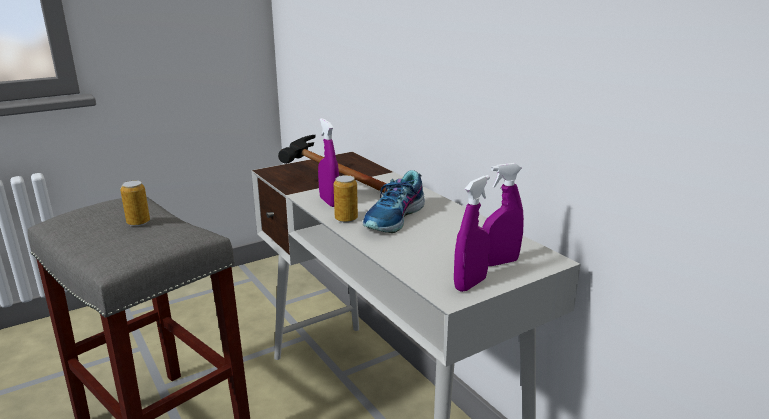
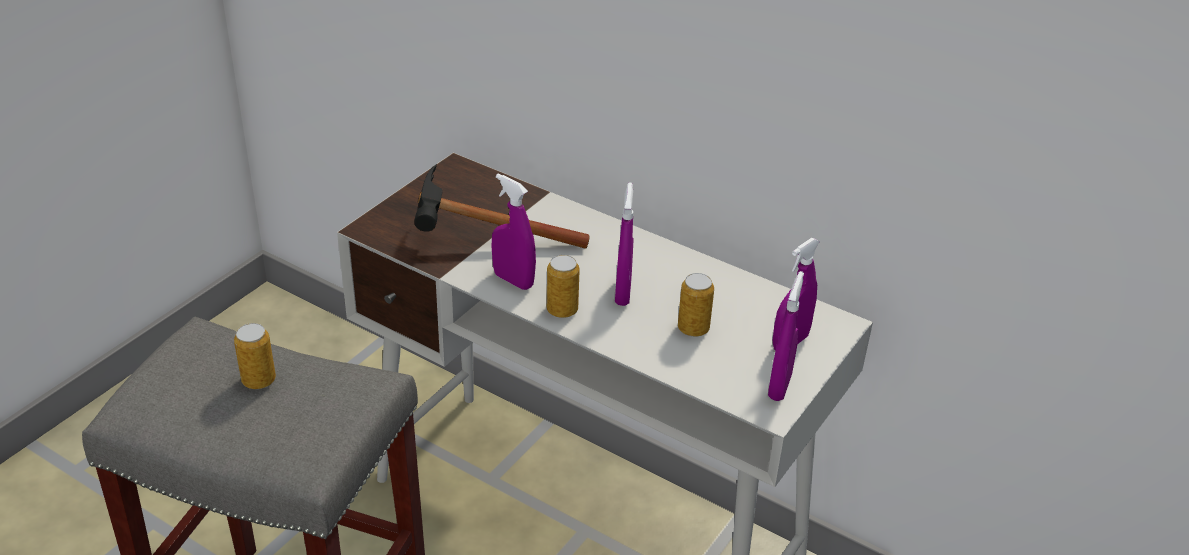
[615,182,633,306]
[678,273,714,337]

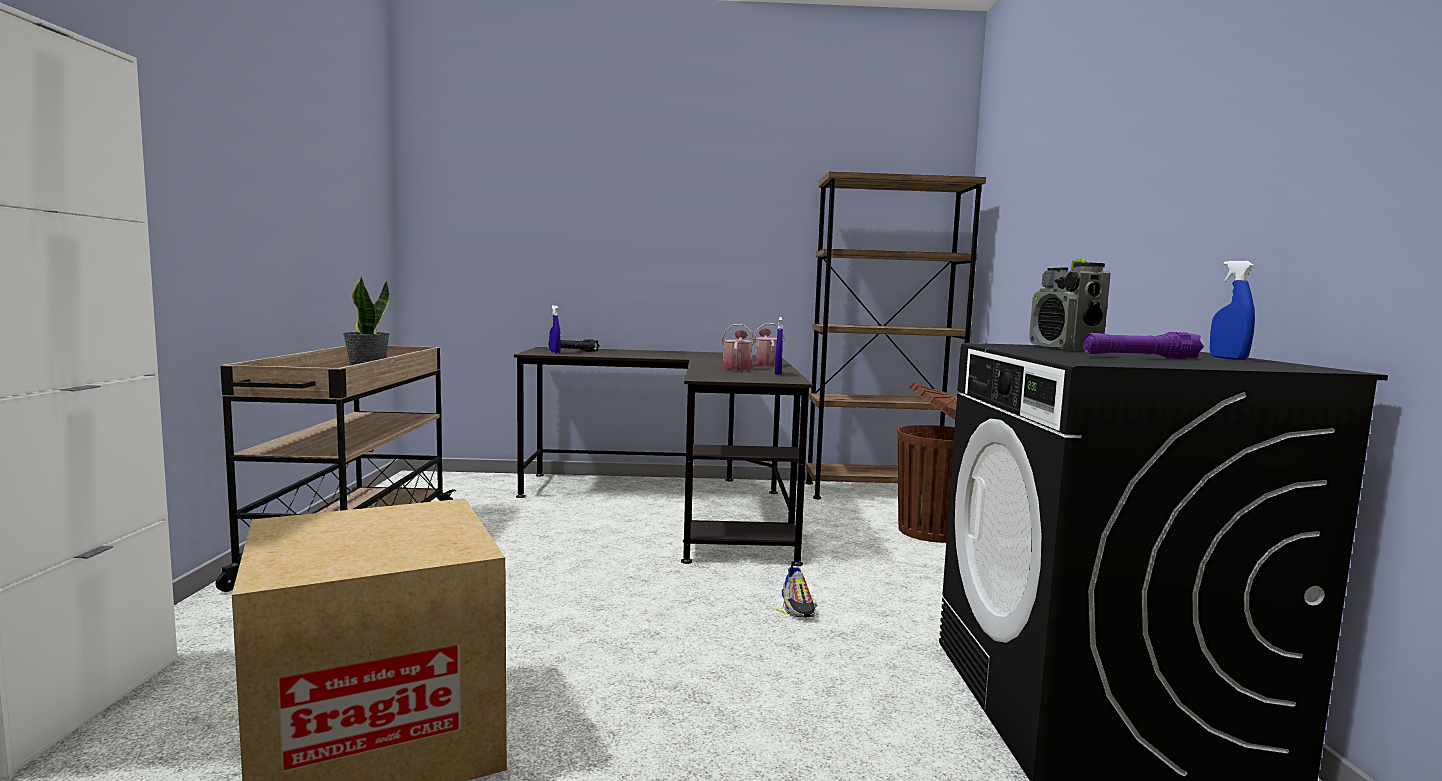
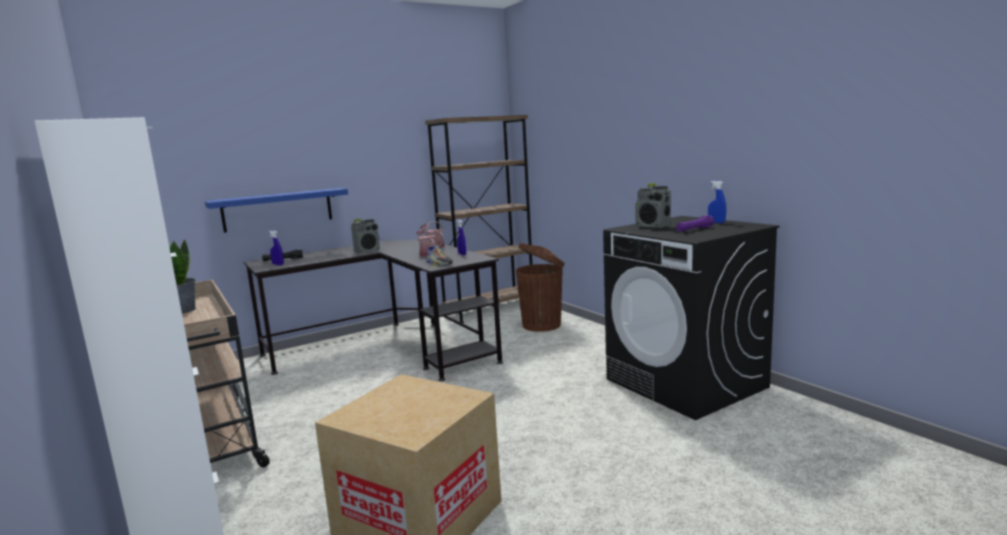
[426,245,453,267]
[205,188,348,233]
[351,219,380,253]

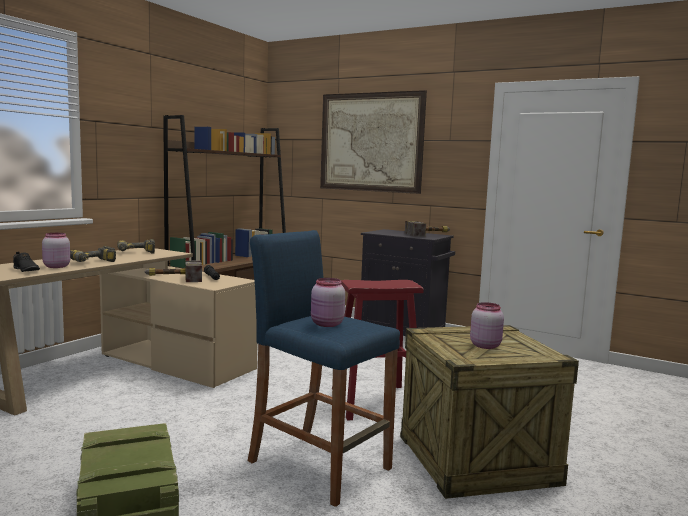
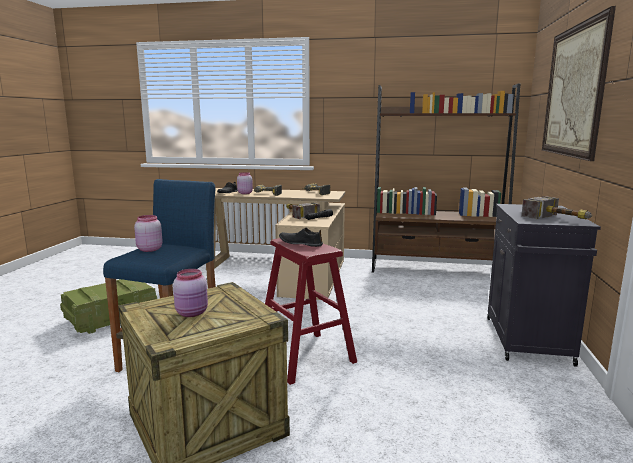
[279,227,323,247]

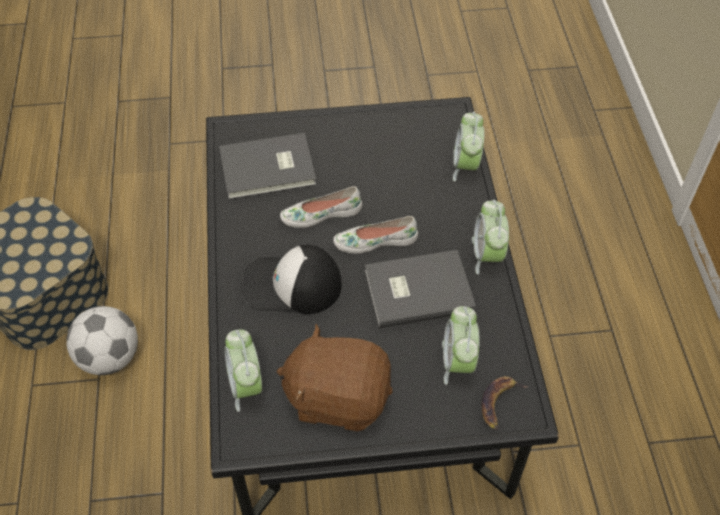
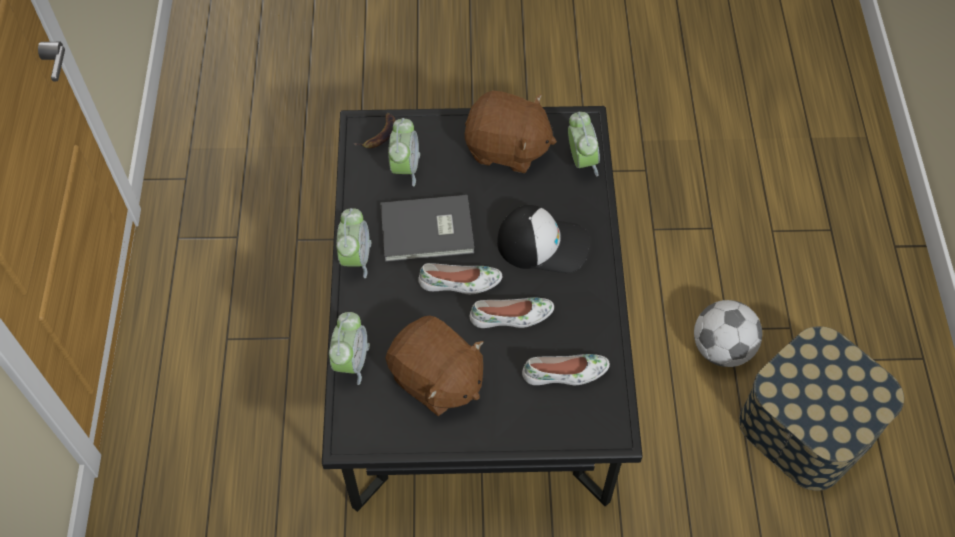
[522,354,610,385]
[385,315,484,416]

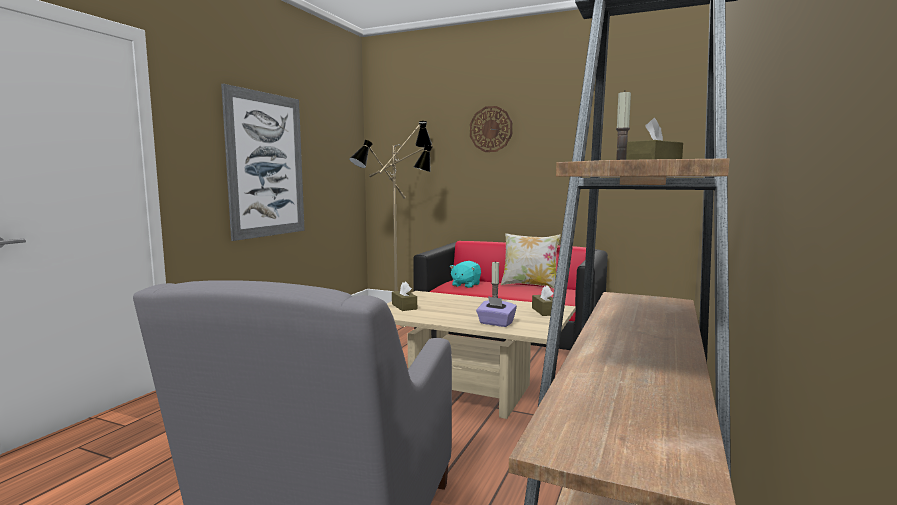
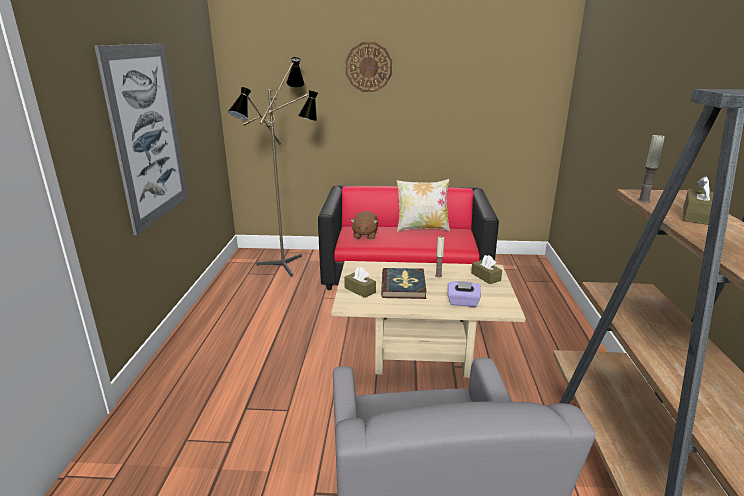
[351,211,378,240]
[381,268,427,299]

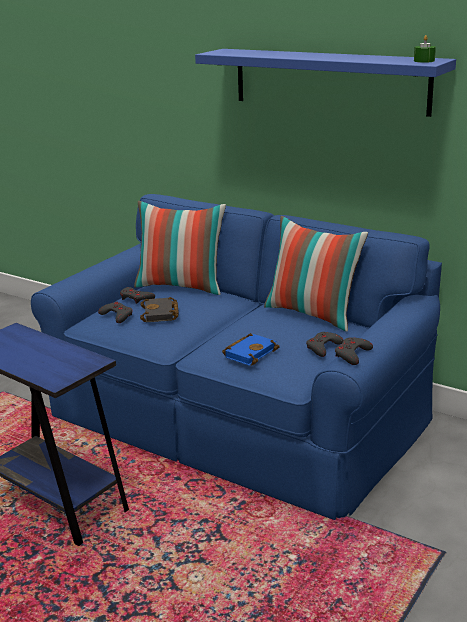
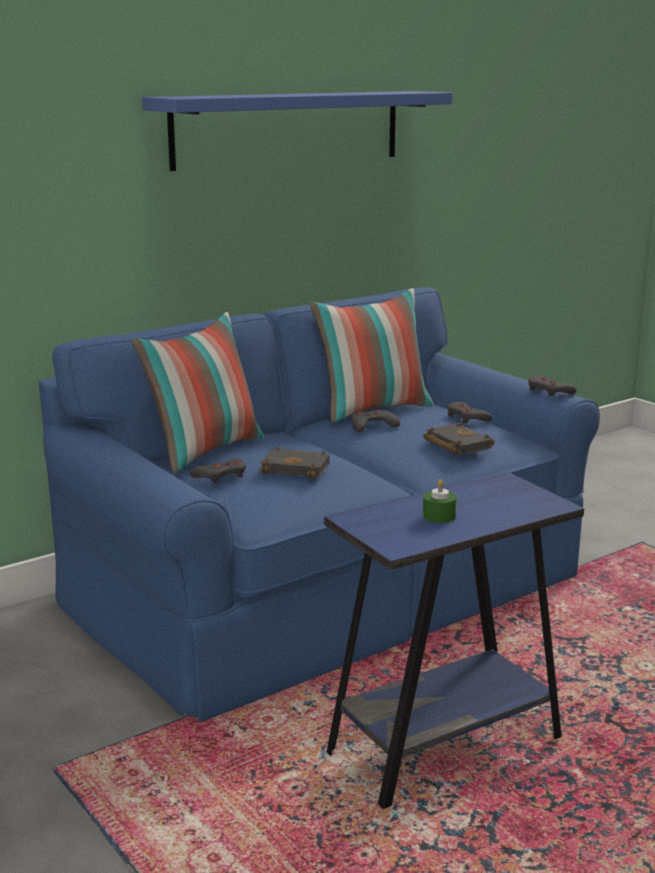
[351,410,400,432]
[423,422,495,456]
[423,479,457,523]

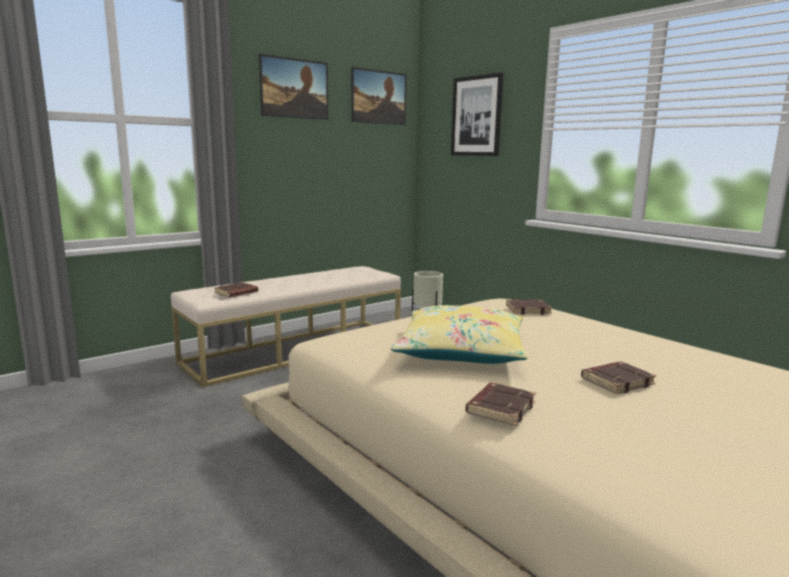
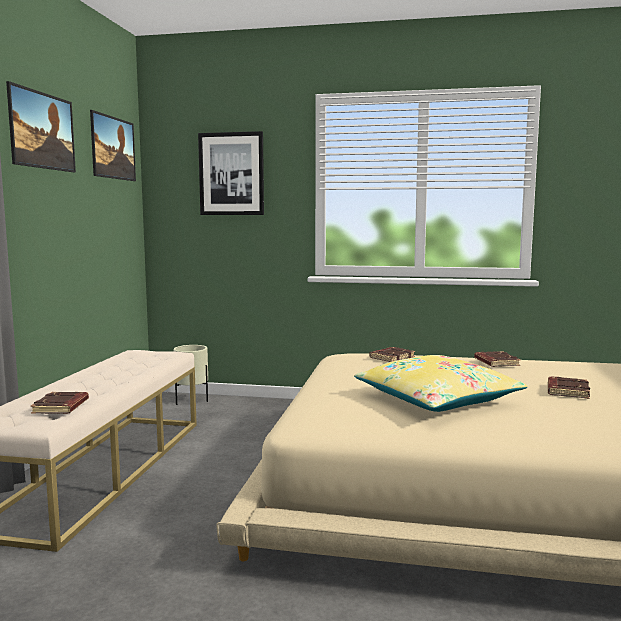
[474,351,520,367]

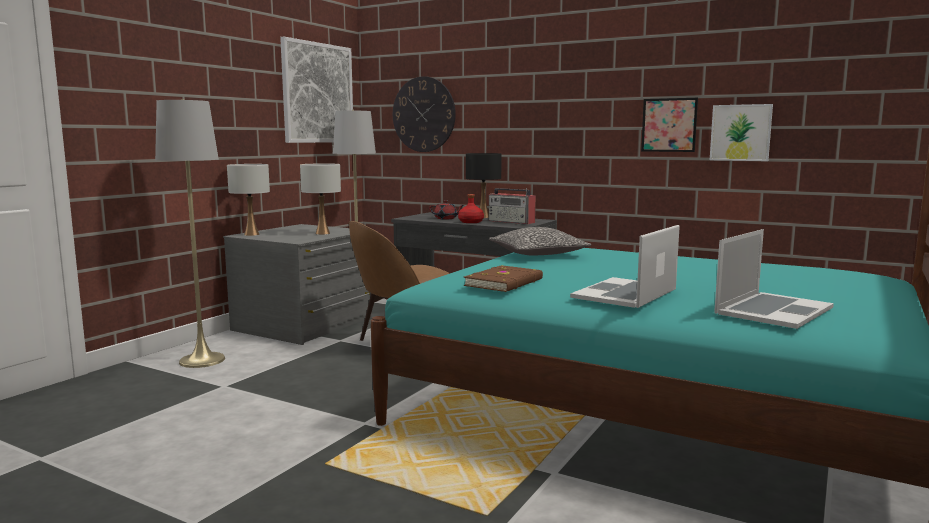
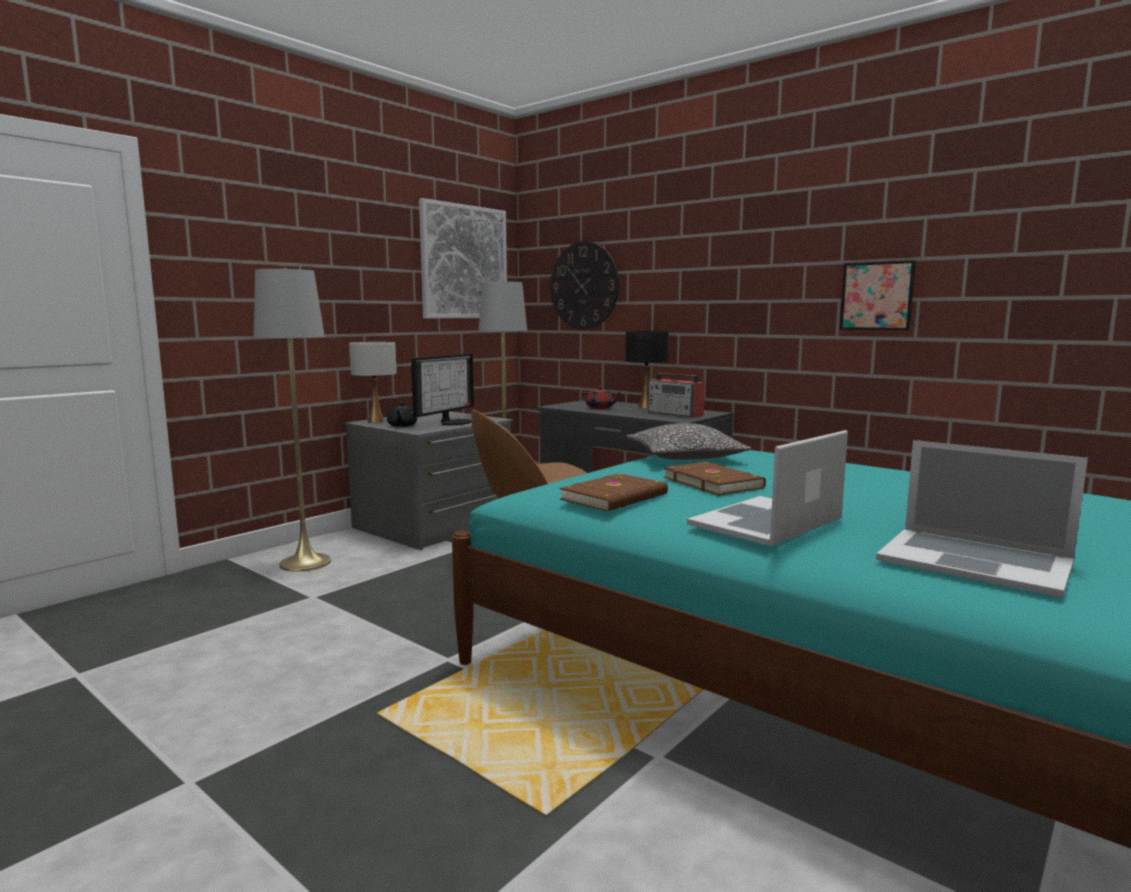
[411,354,474,425]
[458,194,484,223] (first image)
[710,104,773,161] (first image)
[876,440,1088,598]
[387,402,417,427]
[663,462,766,495]

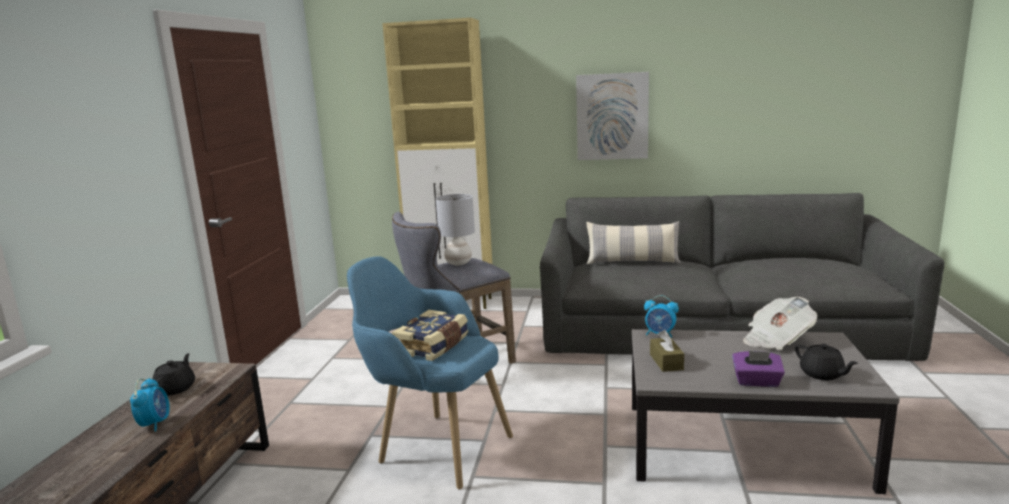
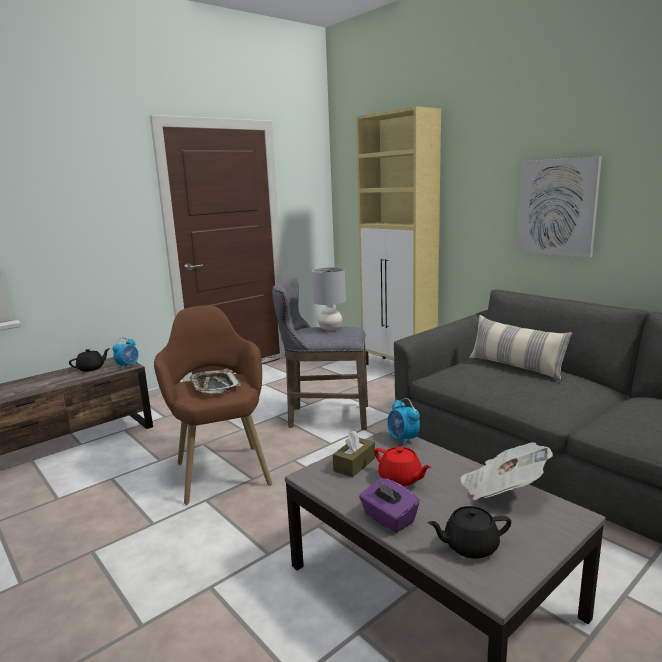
[112,338,139,369]
[154,306,272,505]
[189,370,241,393]
[427,506,511,559]
[374,447,431,486]

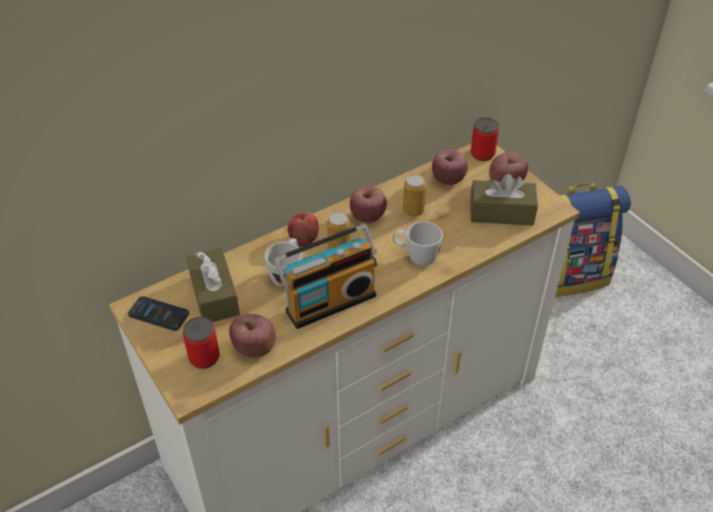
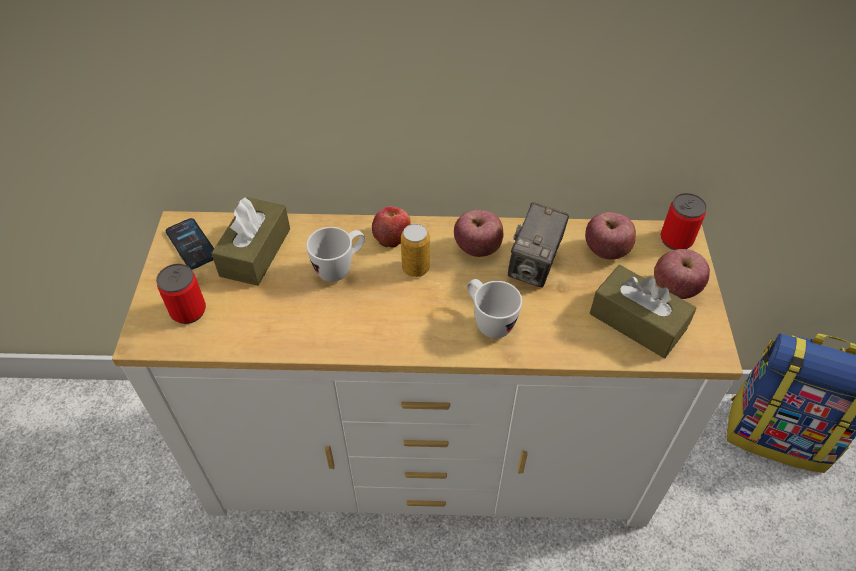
[229,314,276,357] (first image)
[274,224,377,329] (first image)
[508,202,569,288]

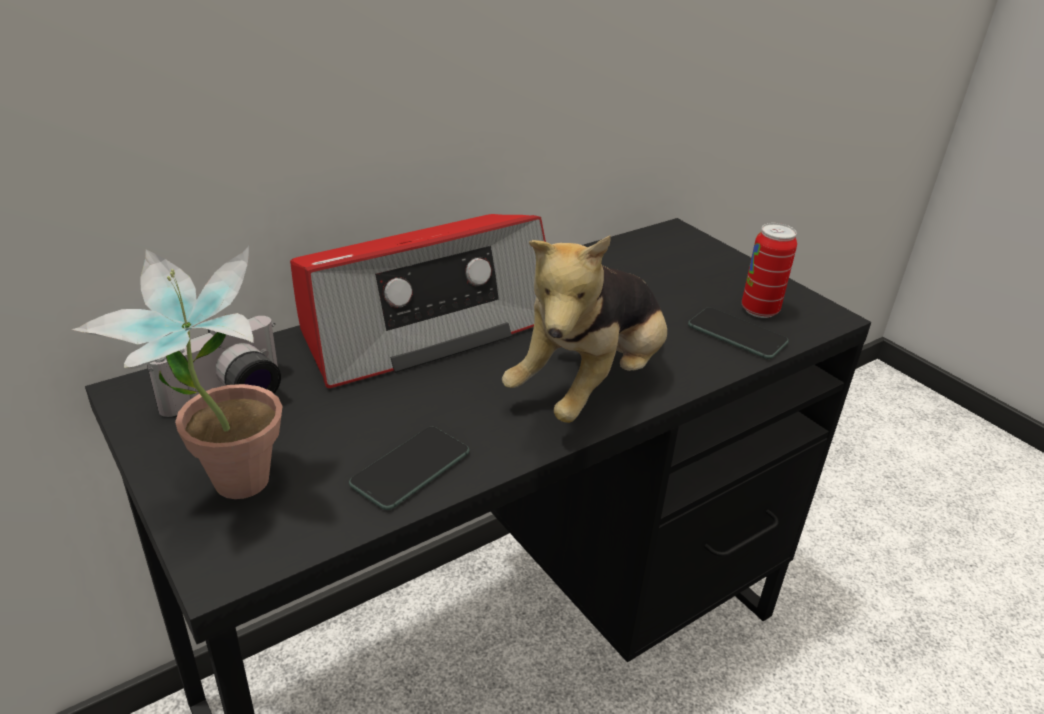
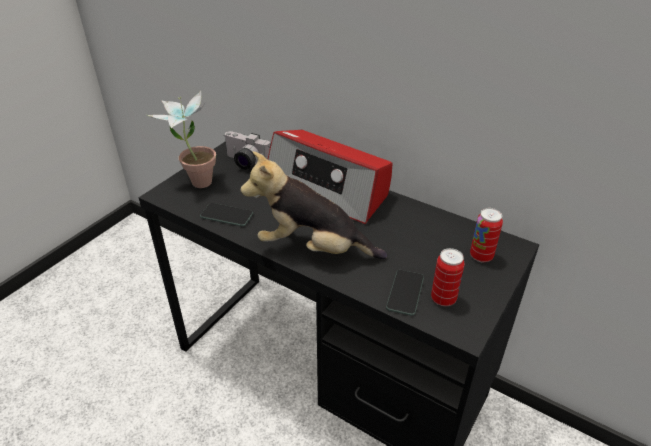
[470,208,503,262]

